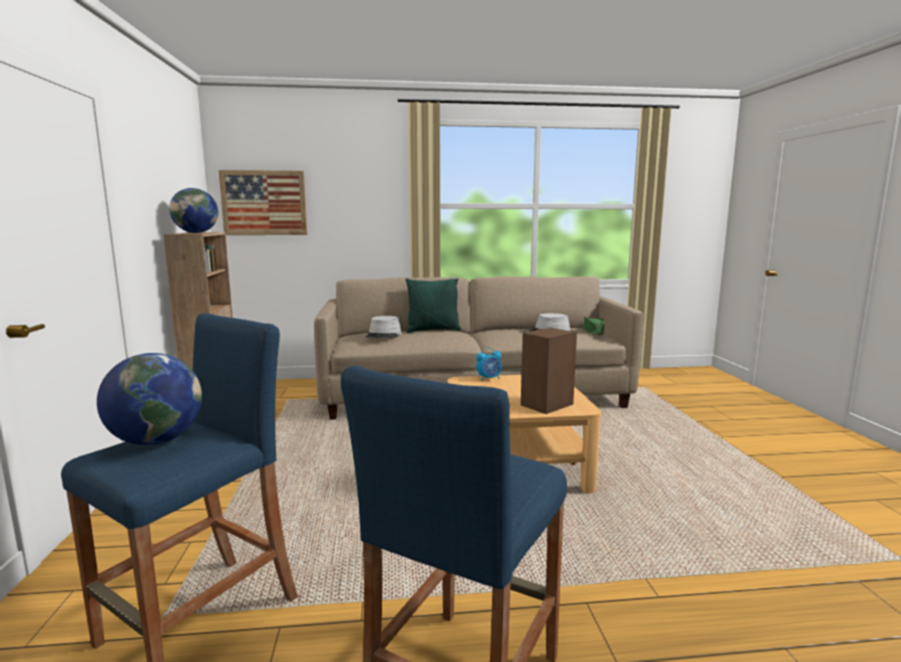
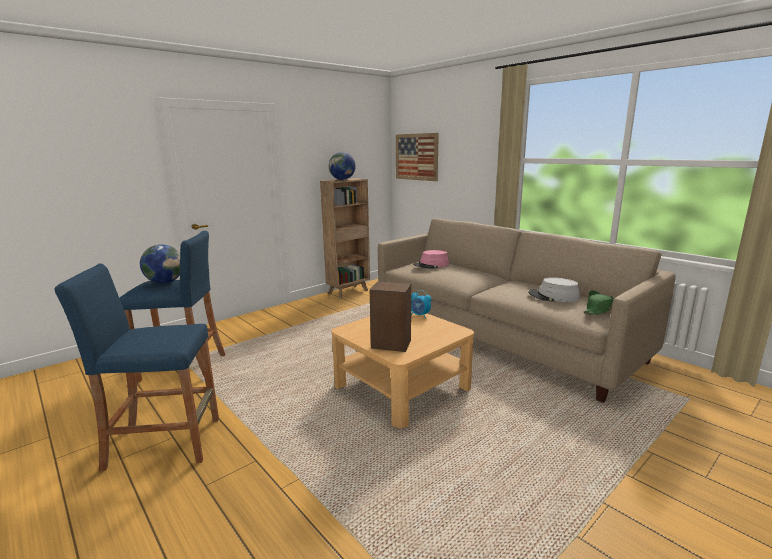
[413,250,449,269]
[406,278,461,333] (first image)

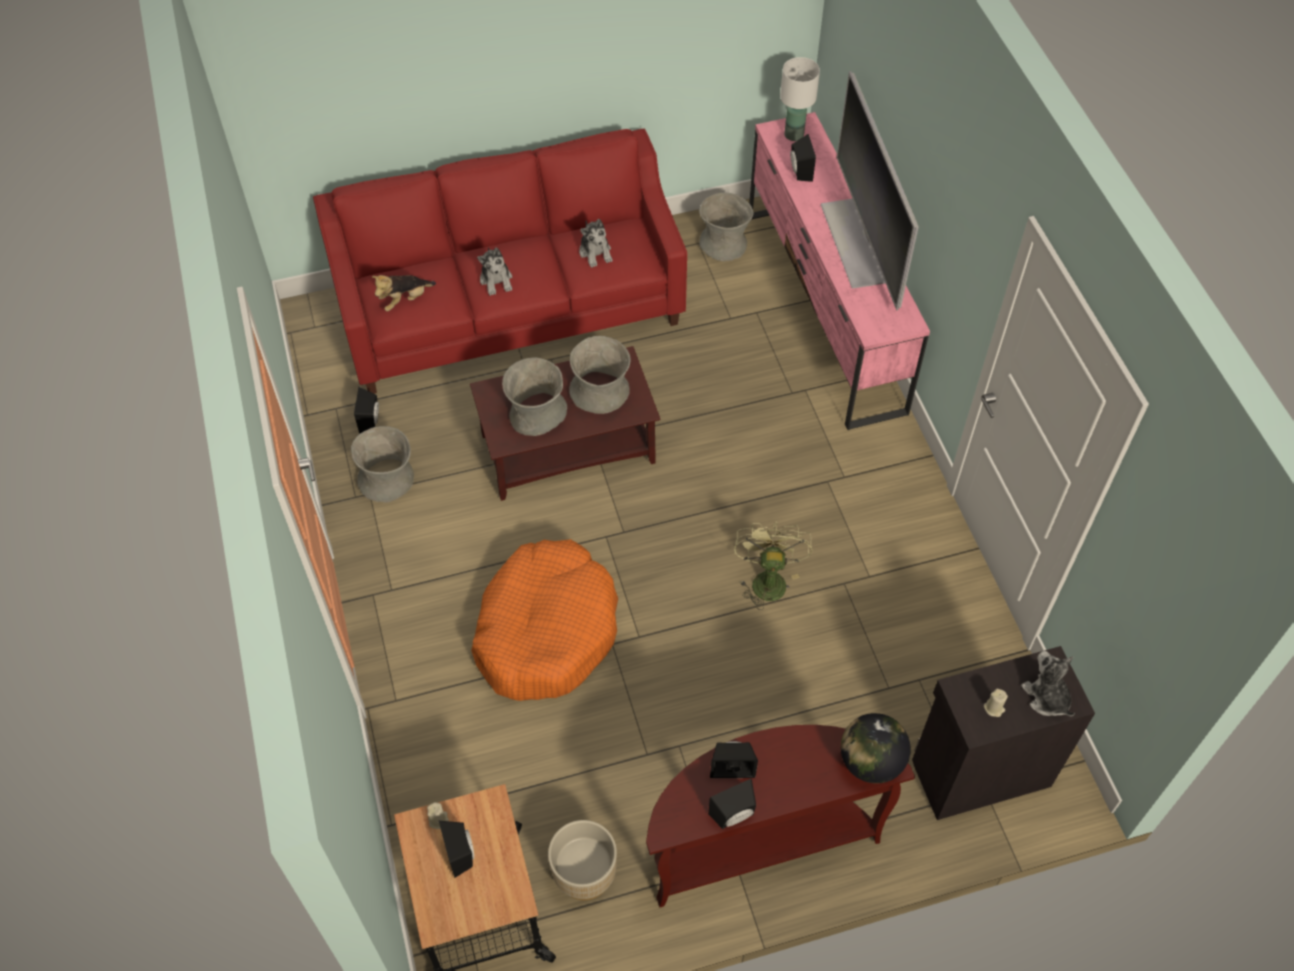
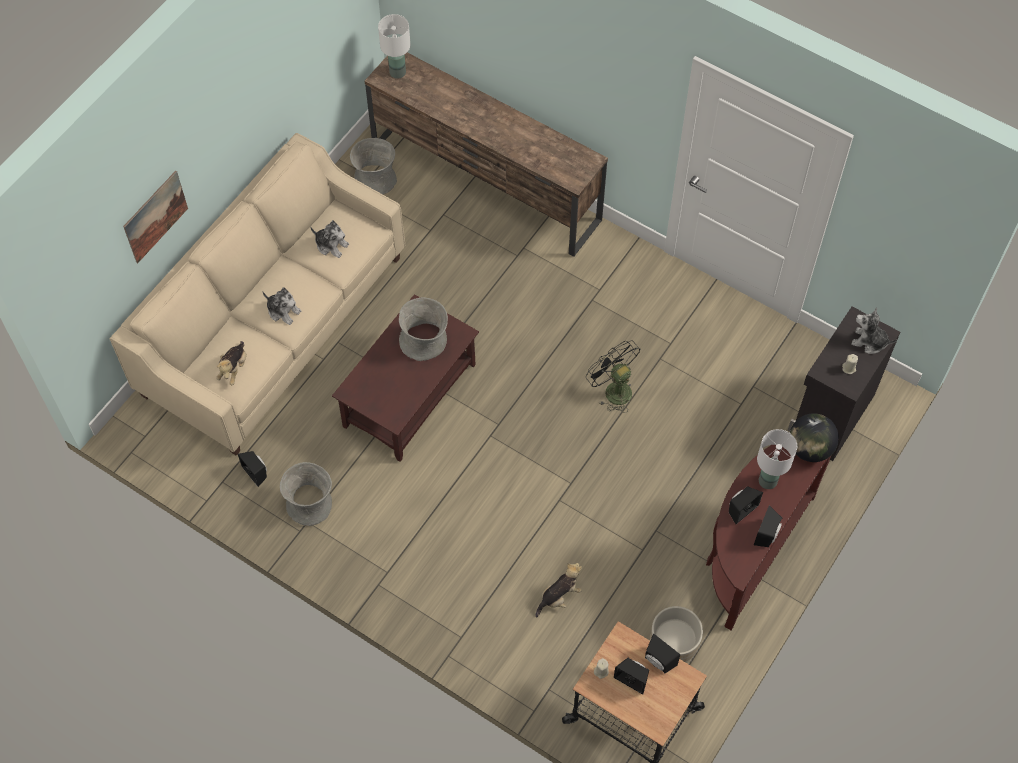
[109,133,405,456]
[471,539,618,701] (first image)
[502,358,567,436] (first image)
[586,341,640,413]
[365,53,608,257]
[645,634,680,673]
[820,71,919,310] (first image)
[123,171,188,263]
[535,563,582,618]
[757,429,797,489]

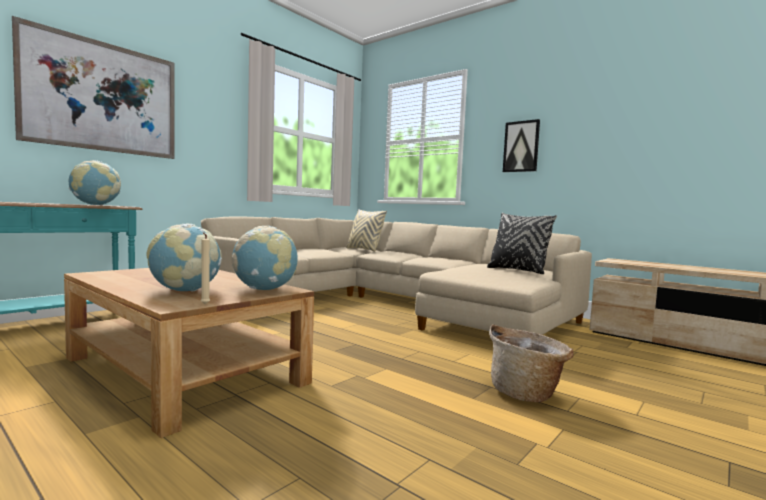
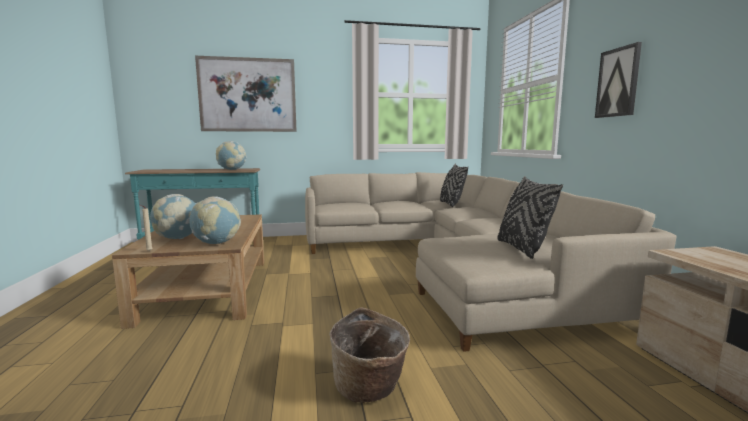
[440,164,468,207]

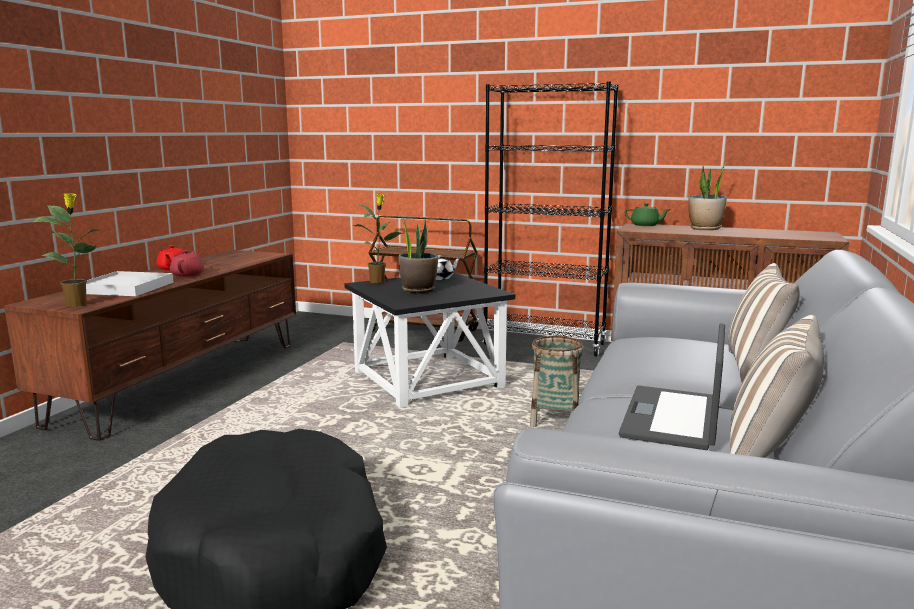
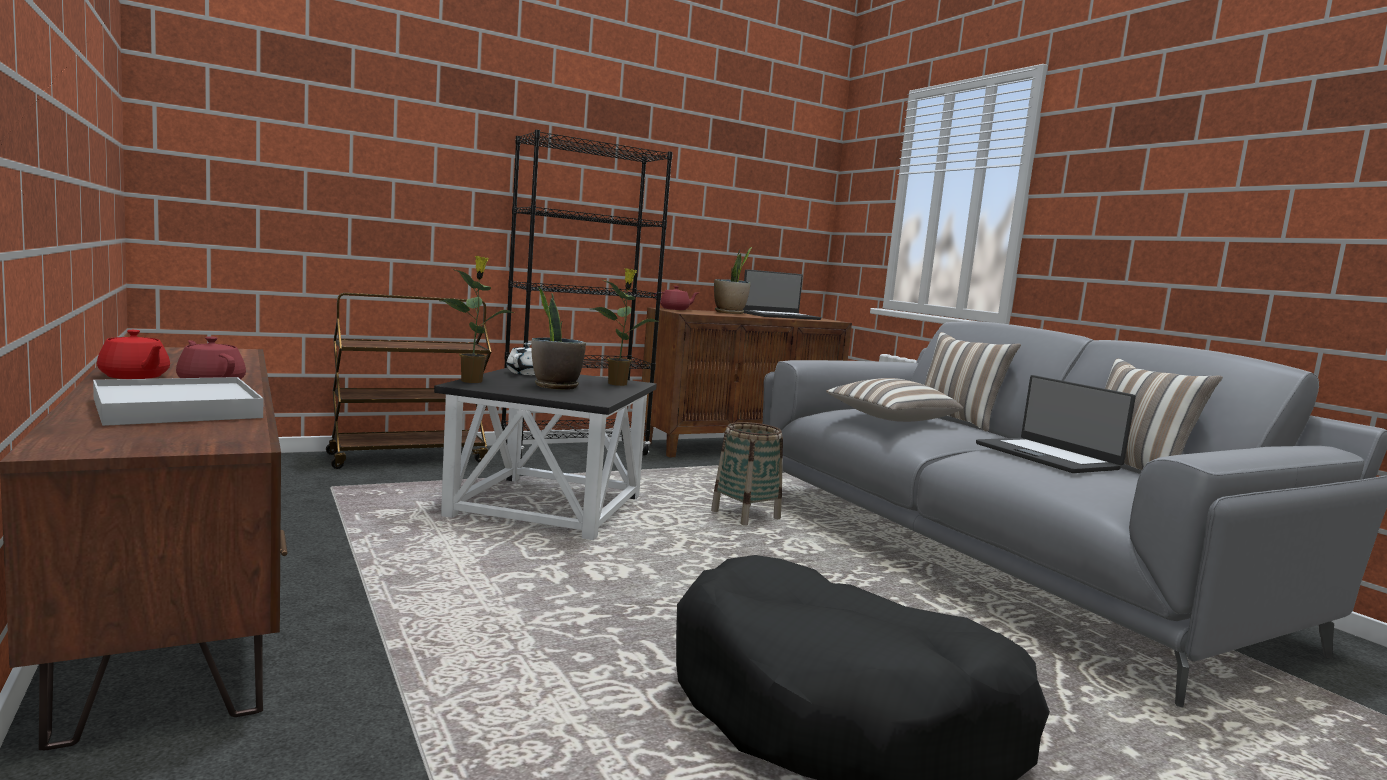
[591,268,660,386]
[654,286,698,310]
[743,269,821,320]
[826,378,963,422]

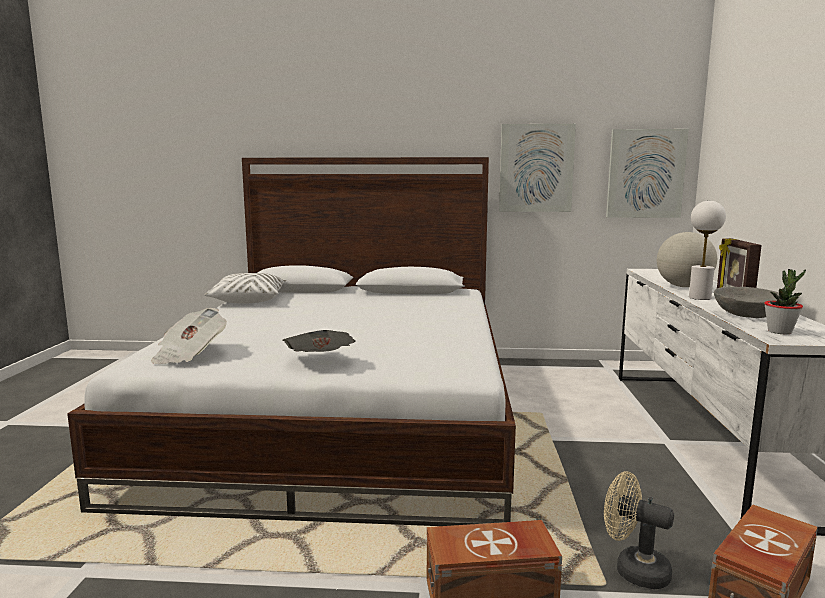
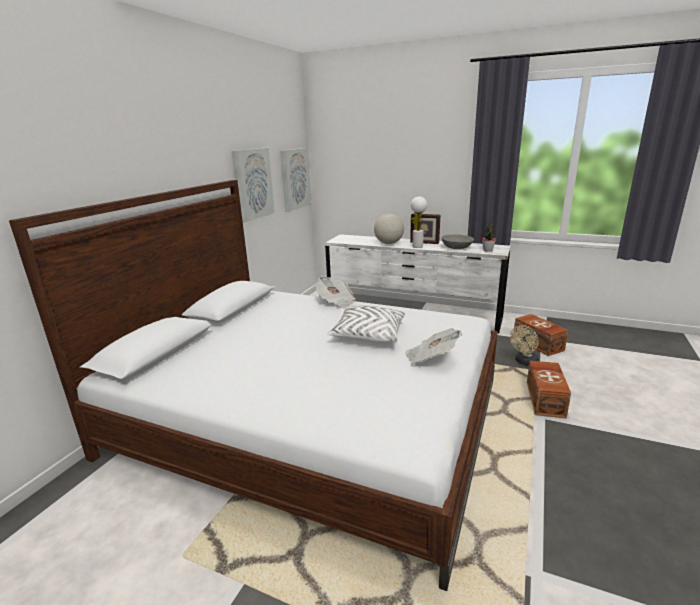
[315,276,355,309]
[328,305,405,343]

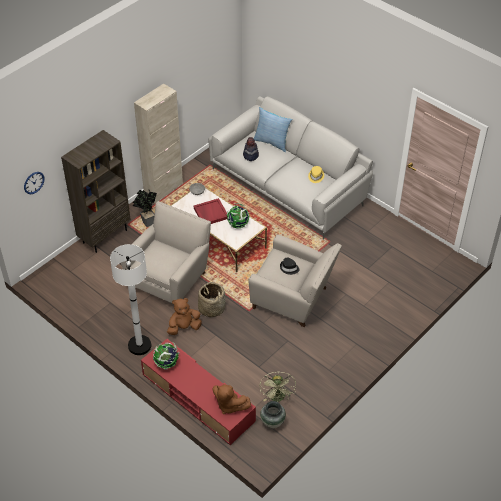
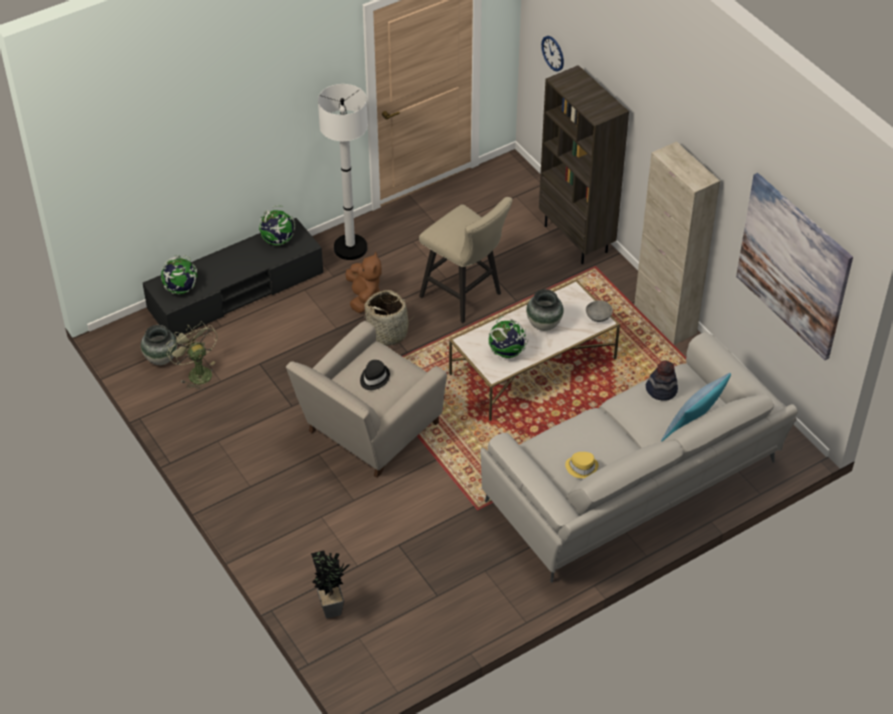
[419,197,512,323]
[311,551,350,619]
[143,218,323,337]
[526,289,564,331]
[161,255,197,294]
[166,322,217,390]
[736,173,853,360]

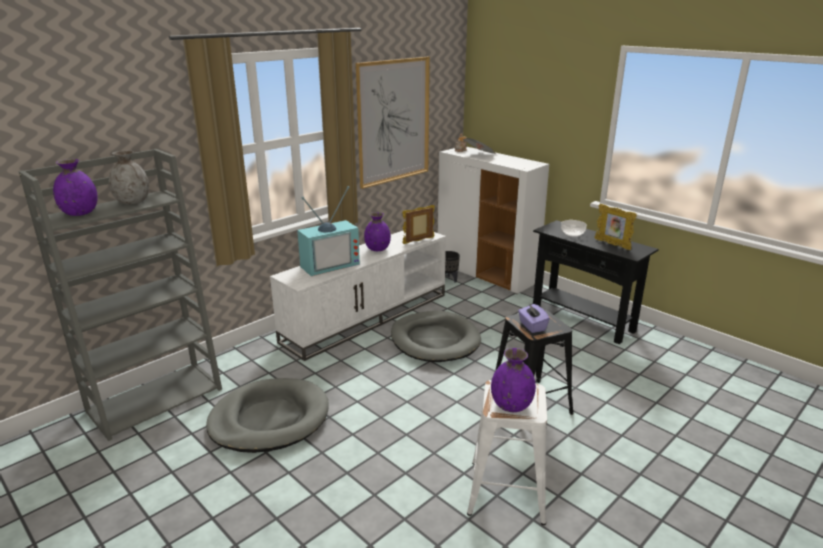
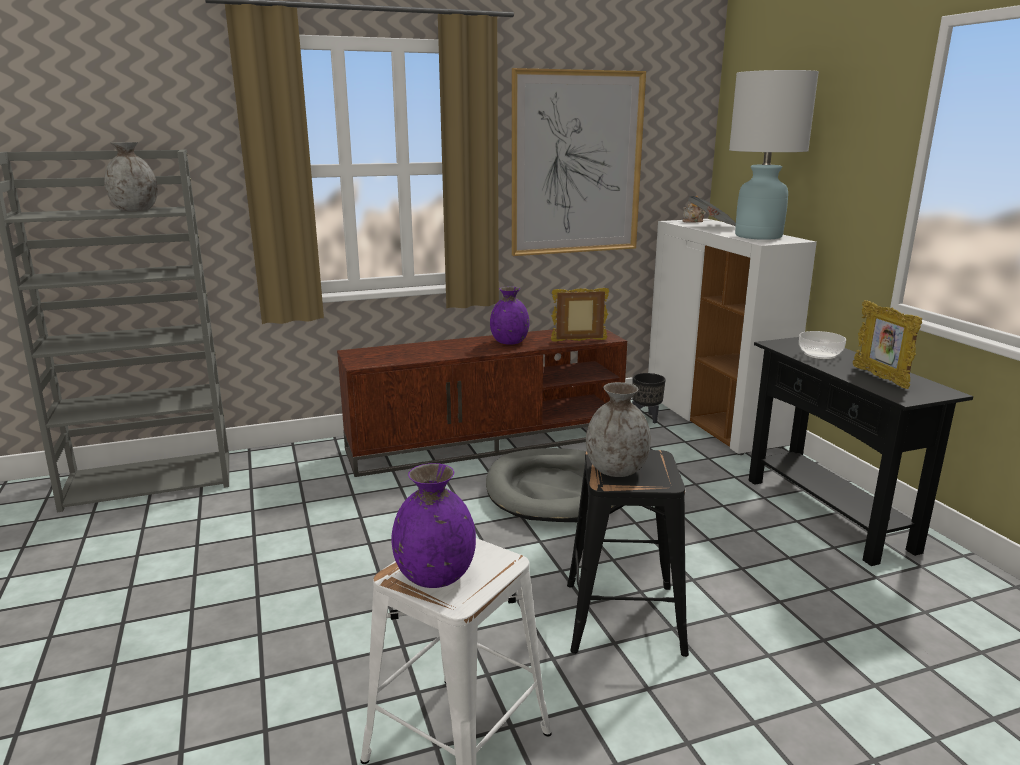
[53,159,98,216] (first image)
[206,378,329,453] (first image)
[337,328,627,477]
[297,186,360,276] (first image)
[586,382,651,477]
[729,70,819,240]

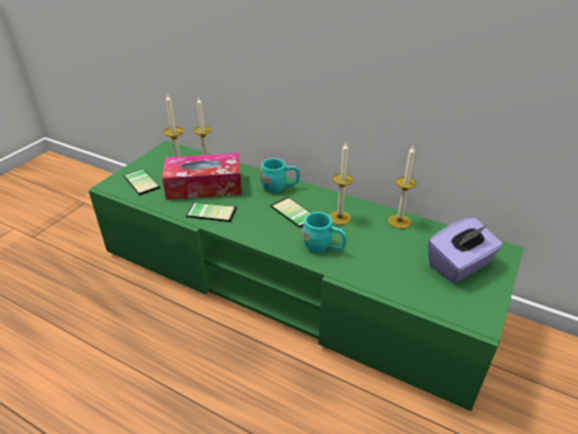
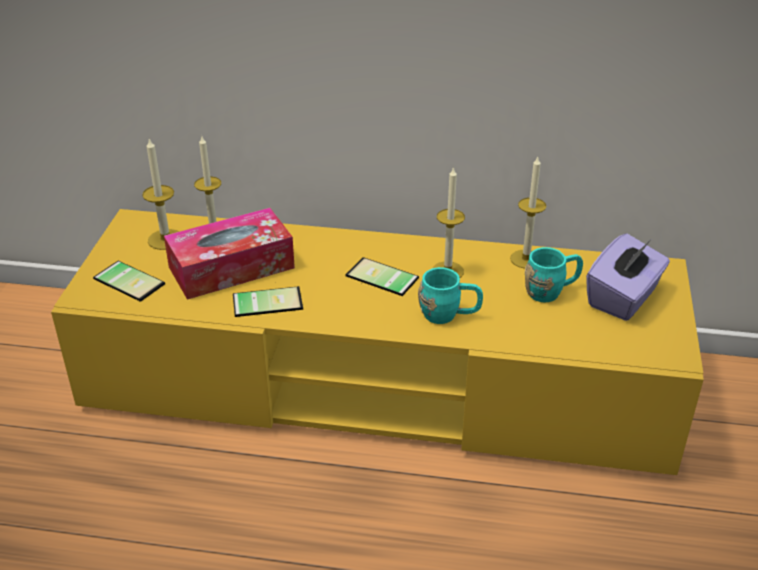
[51,209,704,475]
[525,247,583,302]

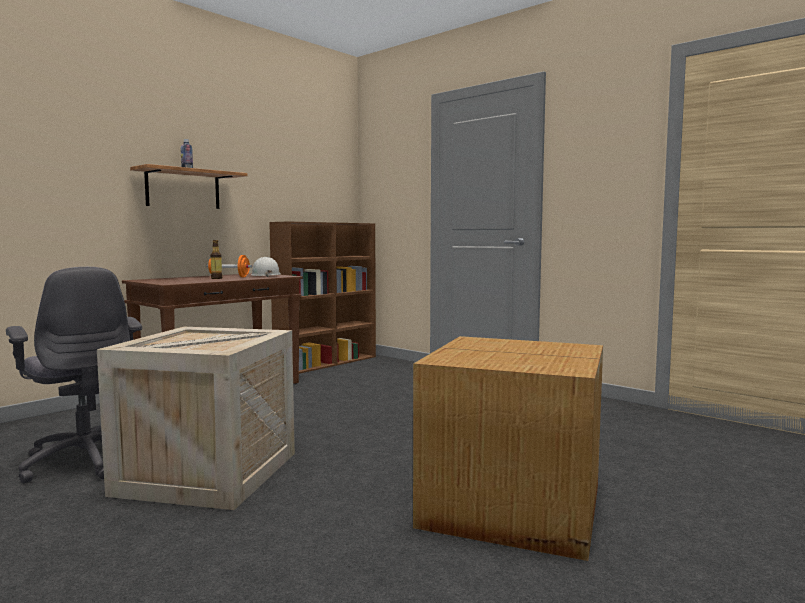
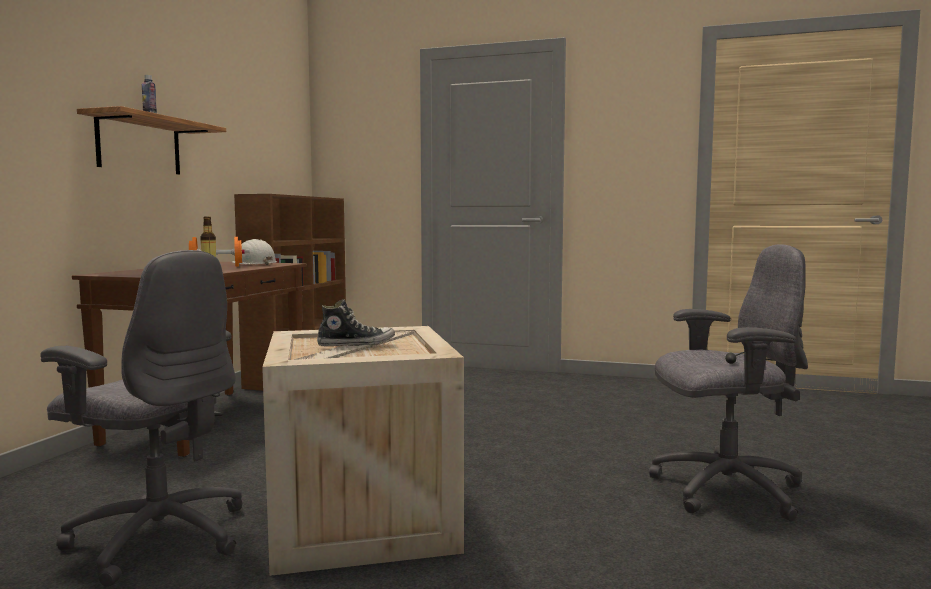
[649,244,808,521]
[317,299,395,346]

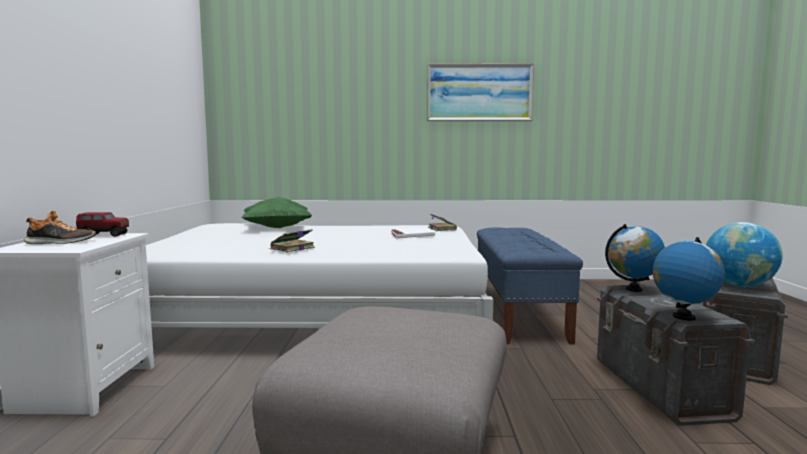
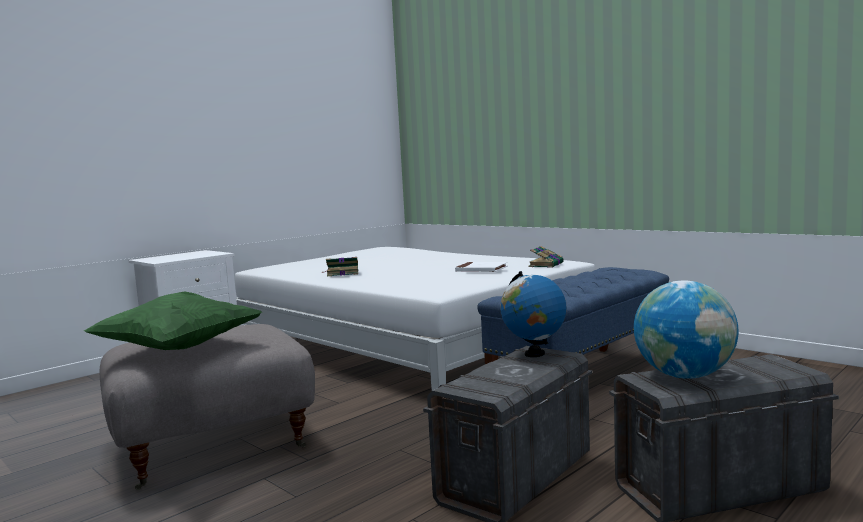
[24,211,96,244] (first image)
[76,212,129,237] (first image)
[84,292,262,350]
[427,63,534,121] (first image)
[652,237,725,321] (first image)

